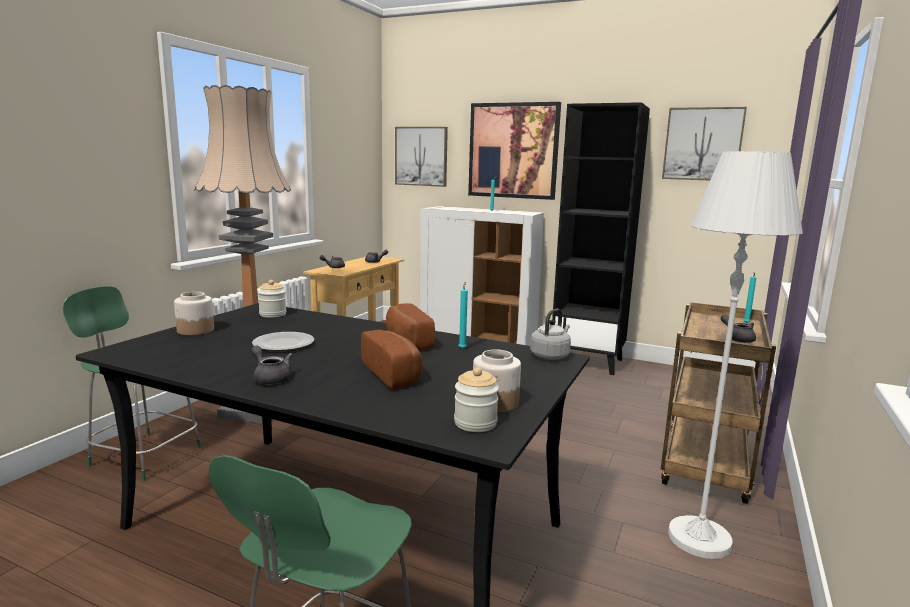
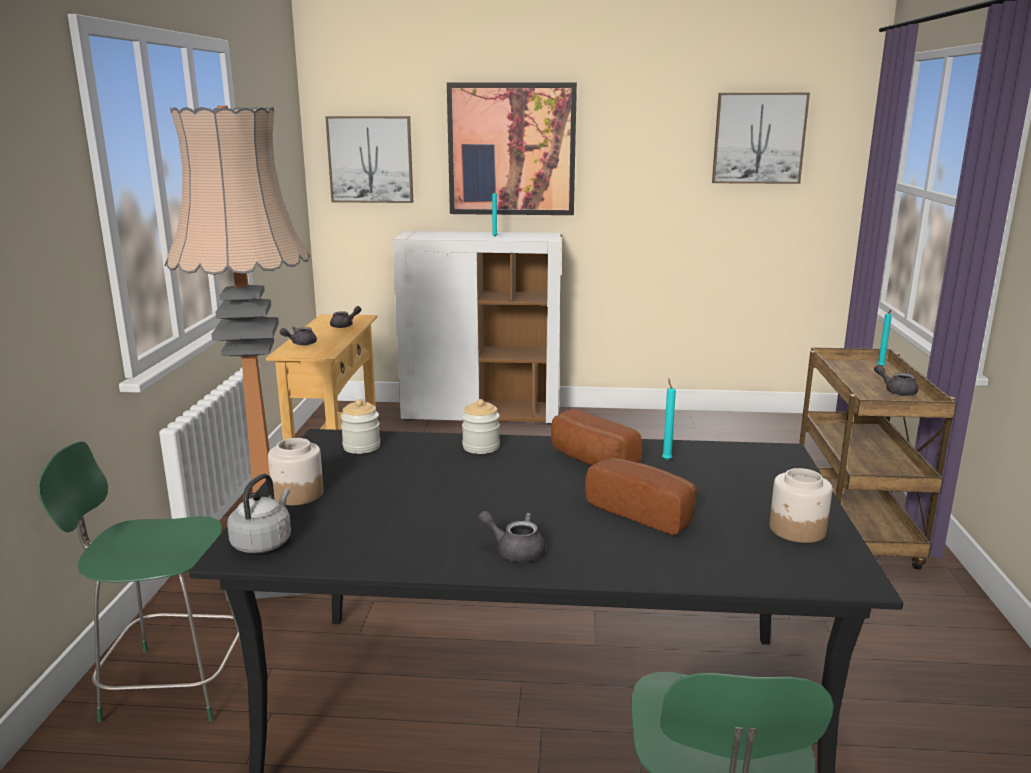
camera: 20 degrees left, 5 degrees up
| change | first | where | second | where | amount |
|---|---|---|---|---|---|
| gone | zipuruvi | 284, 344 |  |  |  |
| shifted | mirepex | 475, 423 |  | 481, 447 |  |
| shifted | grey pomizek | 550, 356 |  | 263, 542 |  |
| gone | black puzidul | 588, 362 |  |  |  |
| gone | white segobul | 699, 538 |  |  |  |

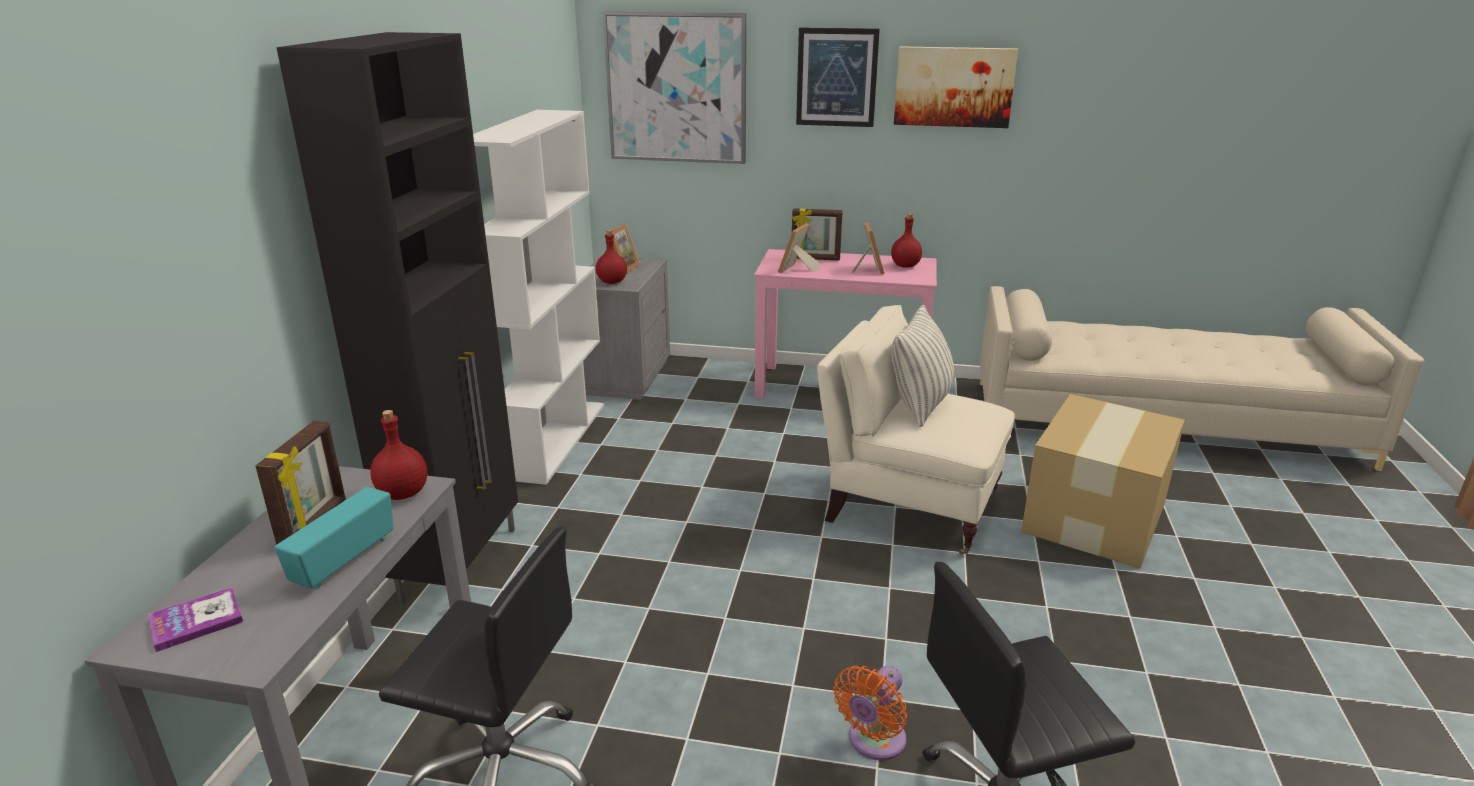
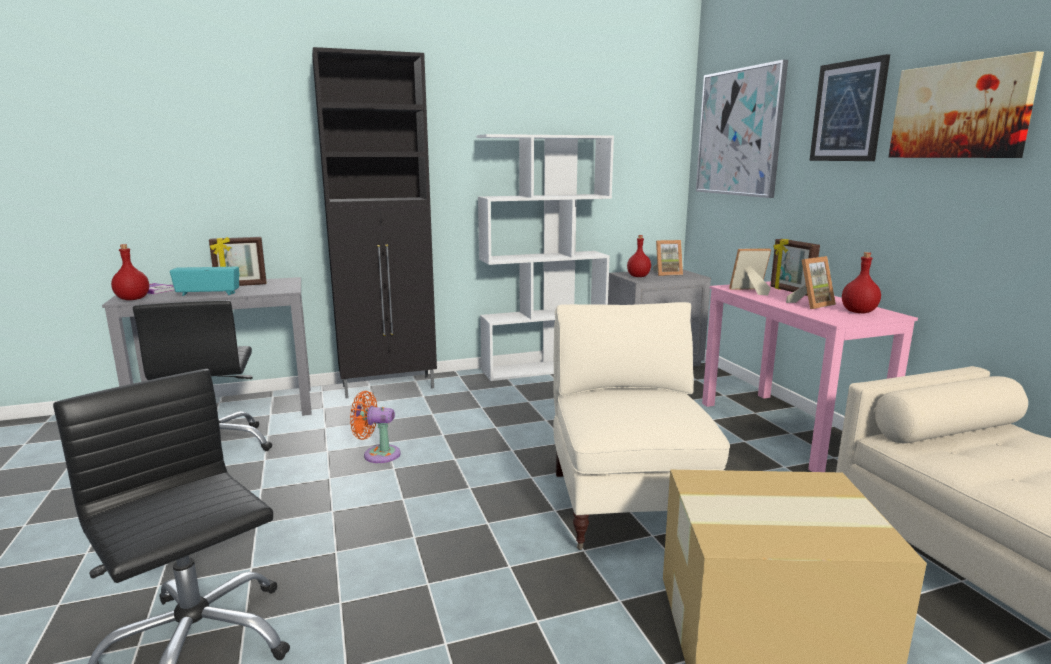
camera: 60 degrees right, 10 degrees down
| change | first | where | second | where | amount |
|---|---|---|---|---|---|
| shifted | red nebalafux | 402, 493 |  | 132, 299 |  |
| shifted | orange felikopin | 873, 742 |  | 378, 454 |  |
| gone | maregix | 920, 405 |  |  |  |

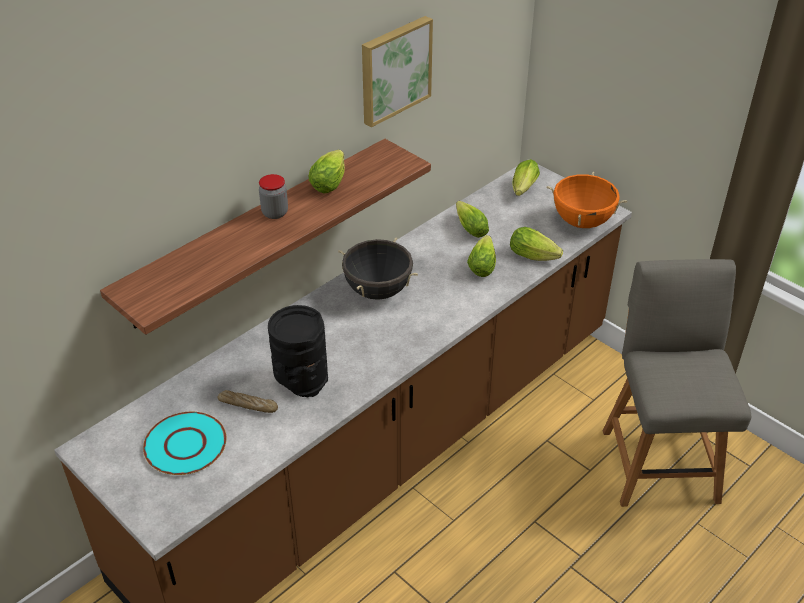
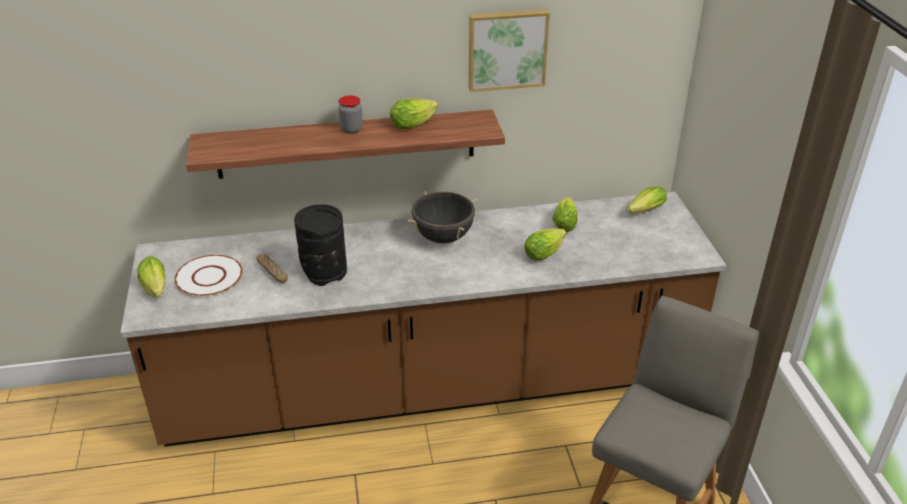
camera: 35 degrees right, 5 degrees down
| change | first | where | second | where | amount |
|---|---|---|---|---|---|
| repainted | turquoise zipuruvi | 185, 445 | white zipuruvi | 209, 277 |  |
| shifted | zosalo | 535, 256 |  | 155, 289 |  |
| gone | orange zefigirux | 582, 221 |  |  |  |

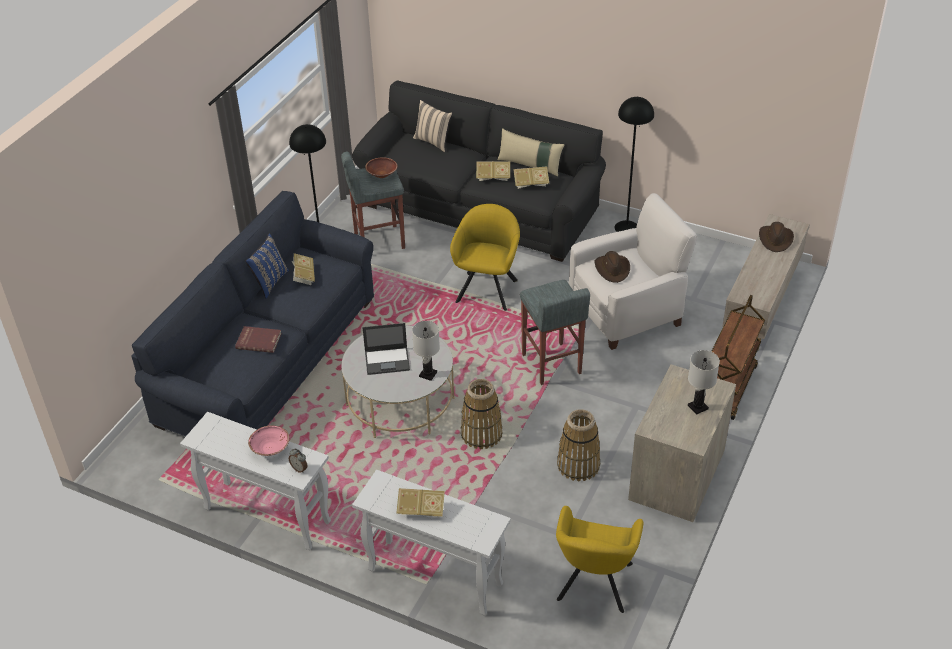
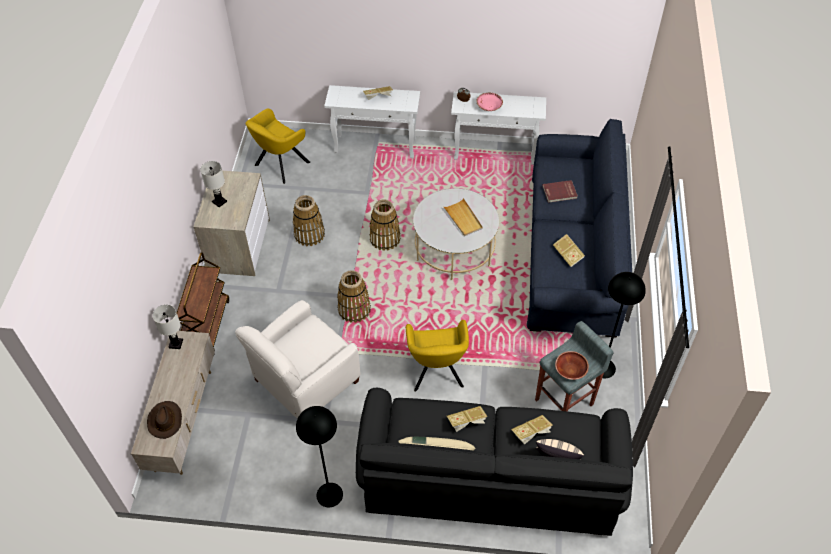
camera: 160 degrees right, 10 degrees up
| change | first | where | second | where | amount |
|---|---|---|---|---|---|
| gone | blue maregix | 269, 282 |  |  |  |
| swapped | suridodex | 388, 360 | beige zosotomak | 463, 218 |  |
| shifted | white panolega | 428, 374 |  | 175, 344 |  |
| shifted | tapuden | 531, 184 |  | 531, 433 |  |
| swapped | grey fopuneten | 551, 364 | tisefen | 354, 309 |  |
| rotated | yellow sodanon | 593, 585 |  | 280, 165 | 135 degrees counterclockwise |
| gone | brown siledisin | 612, 269 |  |  |  |

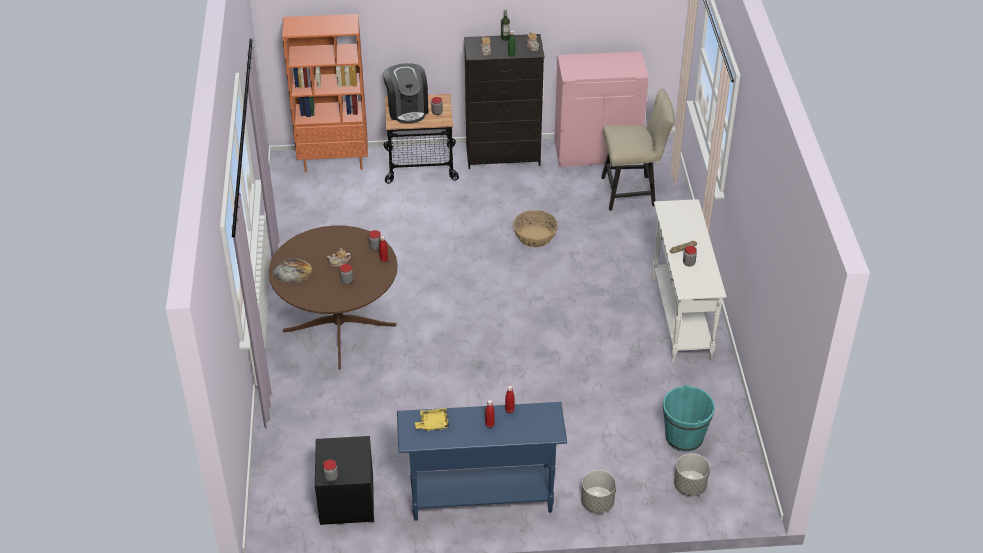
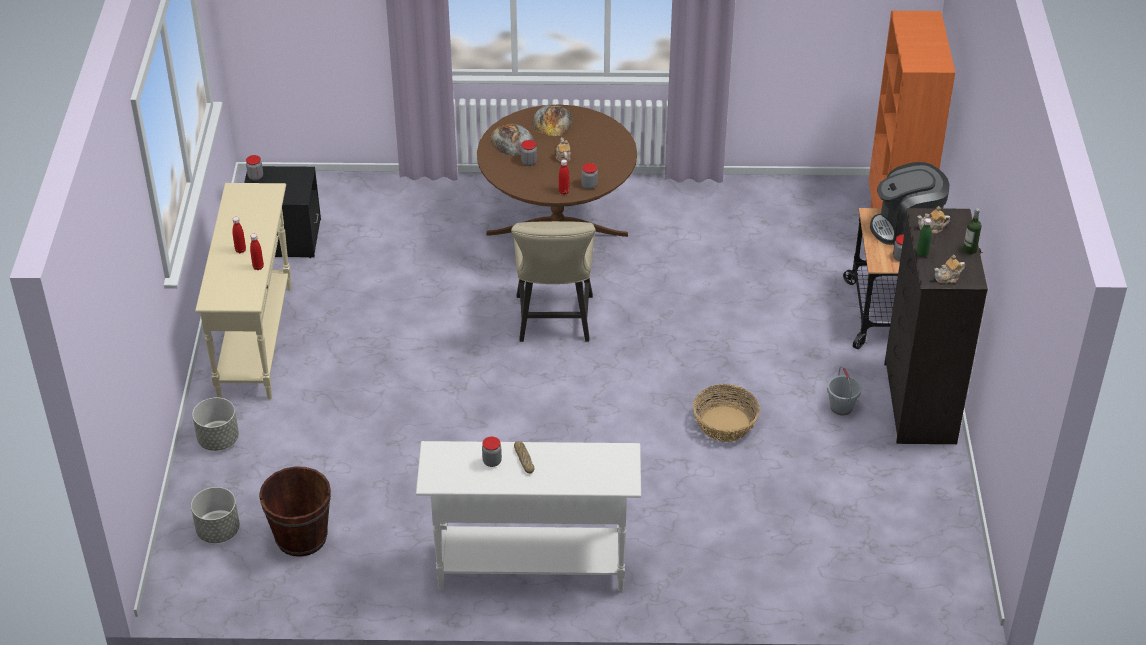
camera: 95 degrees right, 0 degrees up
| change | first | where | second | where | amount |
|---|---|---|---|---|---|
| repainted | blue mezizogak | 481, 498 | beige mezizogak | 256, 341 |  |
| gone | yellow zosotomak | 433, 423 |  |  |  |
| gone | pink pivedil | 597, 152 |  |  |  |
| shifted | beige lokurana | 633, 192 |  | 554, 323 |  |
| repainted | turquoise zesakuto | 684, 437 | brown zesakuto | 301, 537 |  |
| new |  |  | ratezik | 512, 141 |  |
| new |  |  | grey zesakuto | 841, 407 |  |

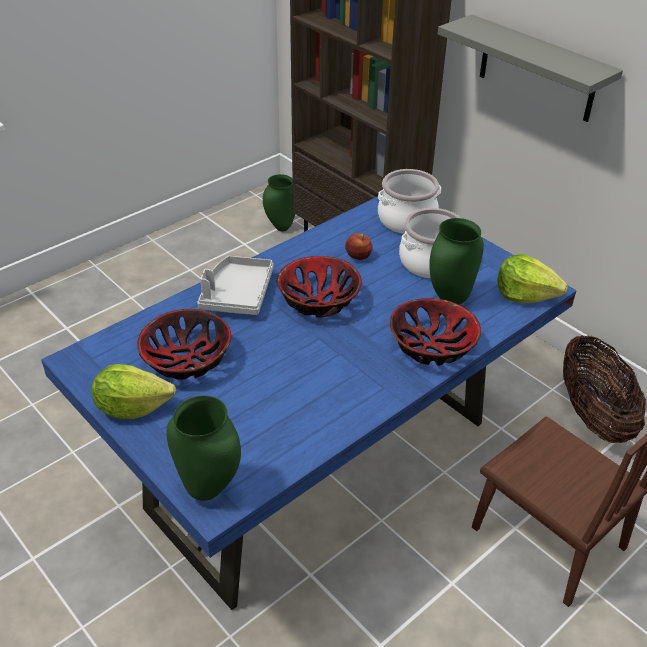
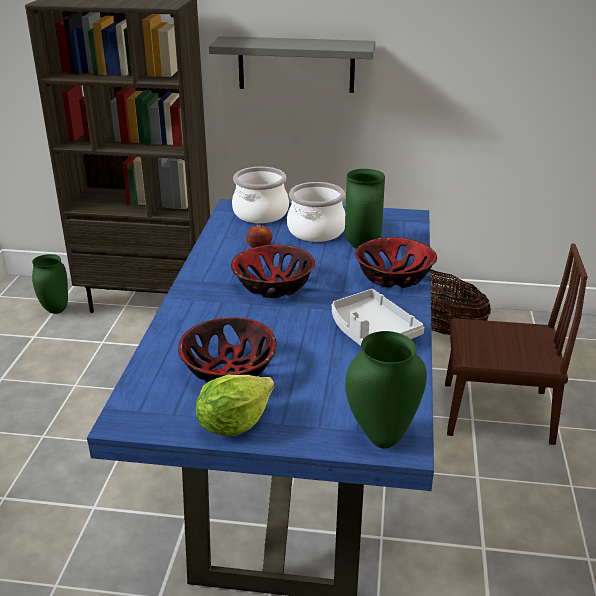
camera: 40 degrees left, 10 degrees down
| change | first | where | second | where | amount |
|---|---|---|---|---|---|
| shifted | grey zosotomak | 237, 294 |  | 371, 332 |  |
| gone | zosalo | 525, 294 |  |  |  |

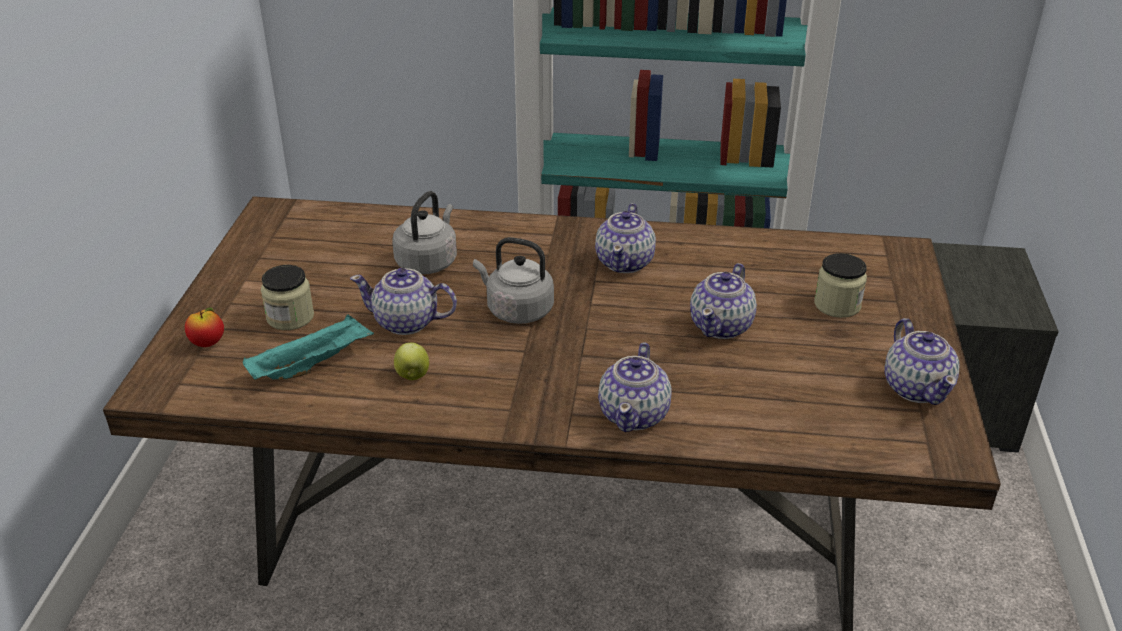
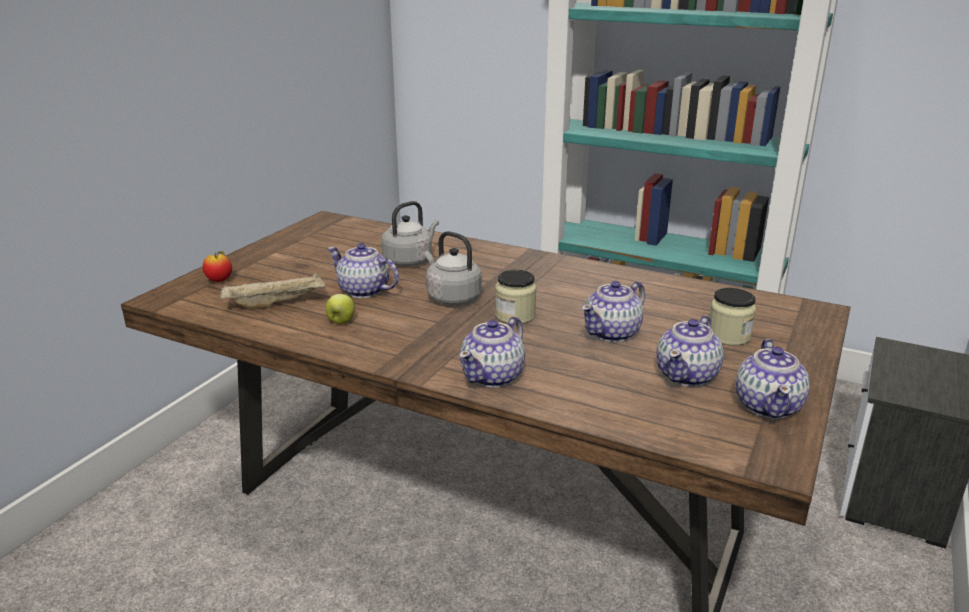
camera: 20 degrees right, 10 degrees down
| change | first | where | second | where | amount |
|---|---|---|---|---|---|
| repainted | turquoise zosotomak | 312, 364 | beige zosotomak | 277, 303 |  |
| shifted | mirepex | 290, 317 |  | 515, 316 |  |
| shifted | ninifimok | 625, 262 |  | 688, 375 |  |

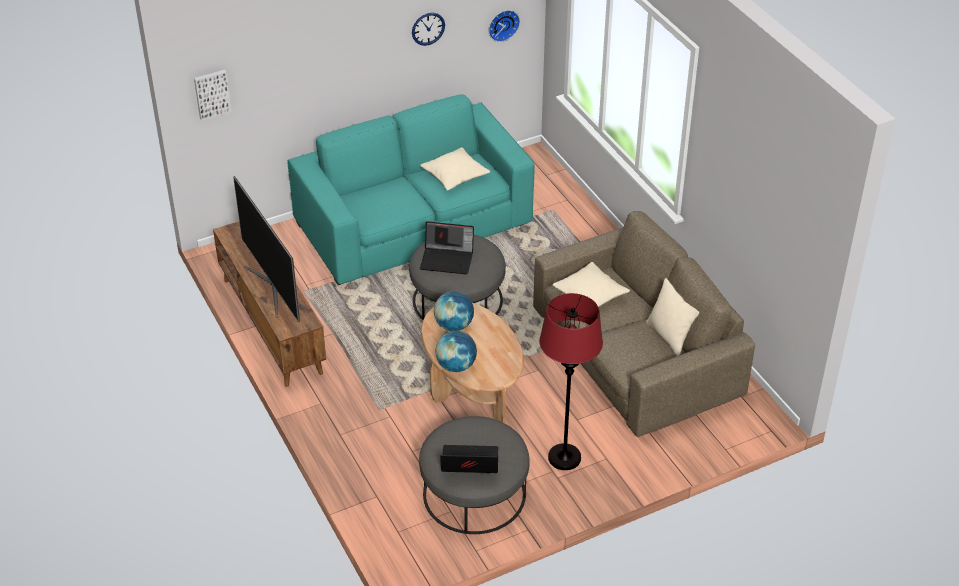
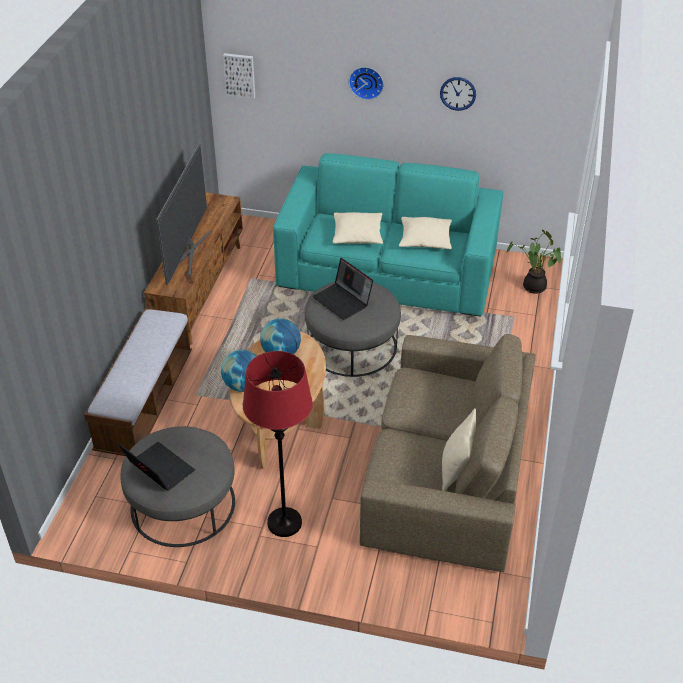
camera: 40 degrees right, 0 degrees up
| change | first | where | second | where | amount |
|---|---|---|---|---|---|
| shifted | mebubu | 502, 24 |  | 366, 82 |  |
| shifted | beige maregix | 590, 295 |  | 357, 235 |  |
| new |  |  | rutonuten | 145, 402 |  |
| new |  |  | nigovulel | 532, 287 |  |

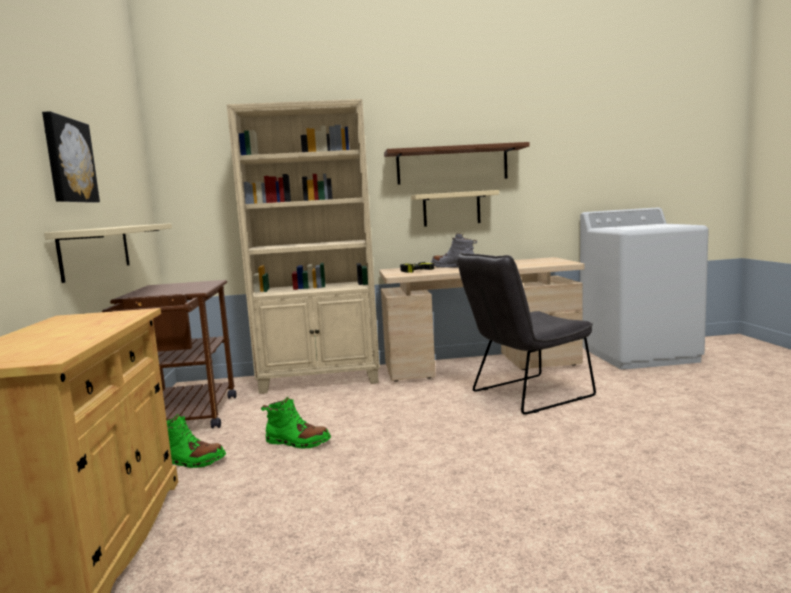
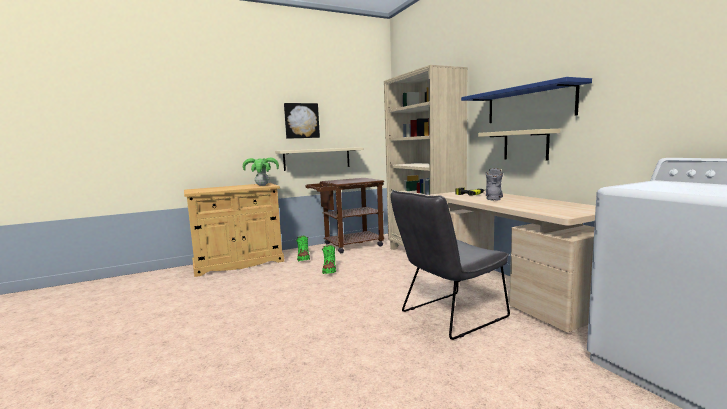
camera: 70 degrees right, 0 degrees up
| change | first | where | second | where | amount |
|---|---|---|---|---|---|
| repainted | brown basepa | 452, 165 | blue basepa | 529, 104 |  |
| rotated | grey lokurana | 525, 395 |  | 448, 316 | 75 degrees counterclockwise |
| new |  |  | nigovulel | 262, 185 |  |

